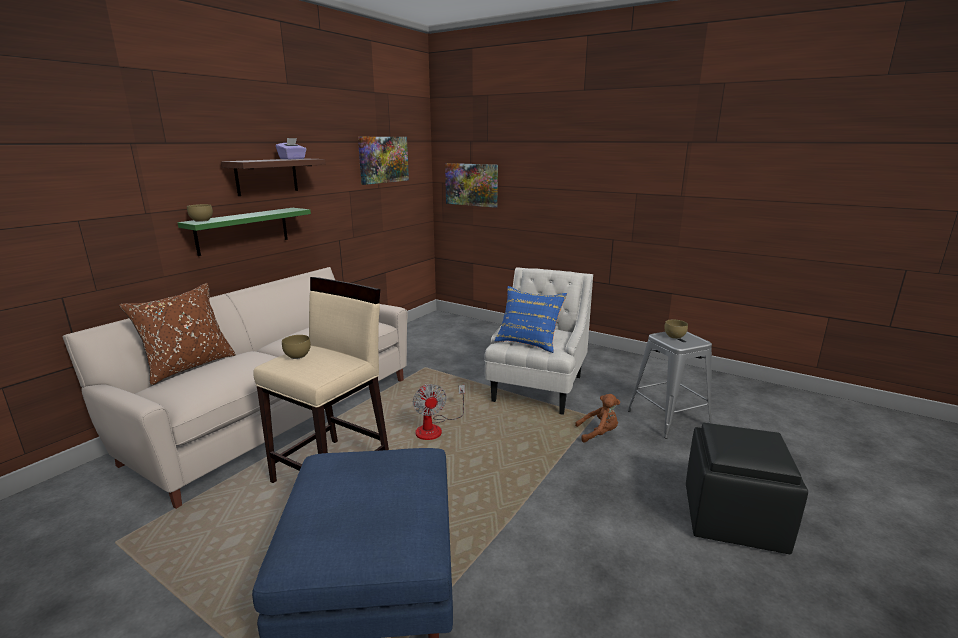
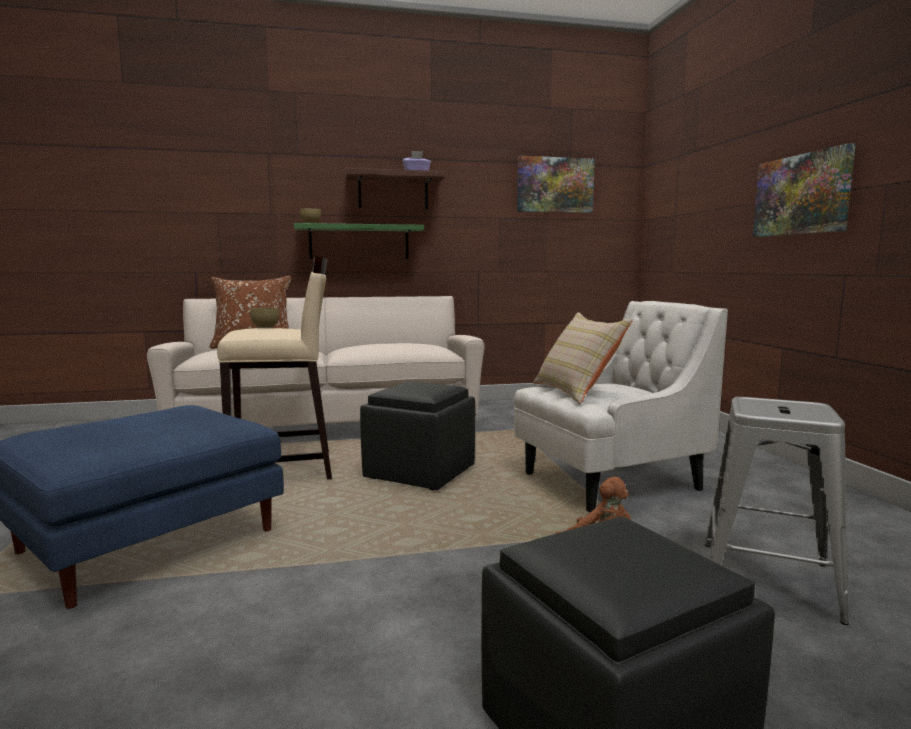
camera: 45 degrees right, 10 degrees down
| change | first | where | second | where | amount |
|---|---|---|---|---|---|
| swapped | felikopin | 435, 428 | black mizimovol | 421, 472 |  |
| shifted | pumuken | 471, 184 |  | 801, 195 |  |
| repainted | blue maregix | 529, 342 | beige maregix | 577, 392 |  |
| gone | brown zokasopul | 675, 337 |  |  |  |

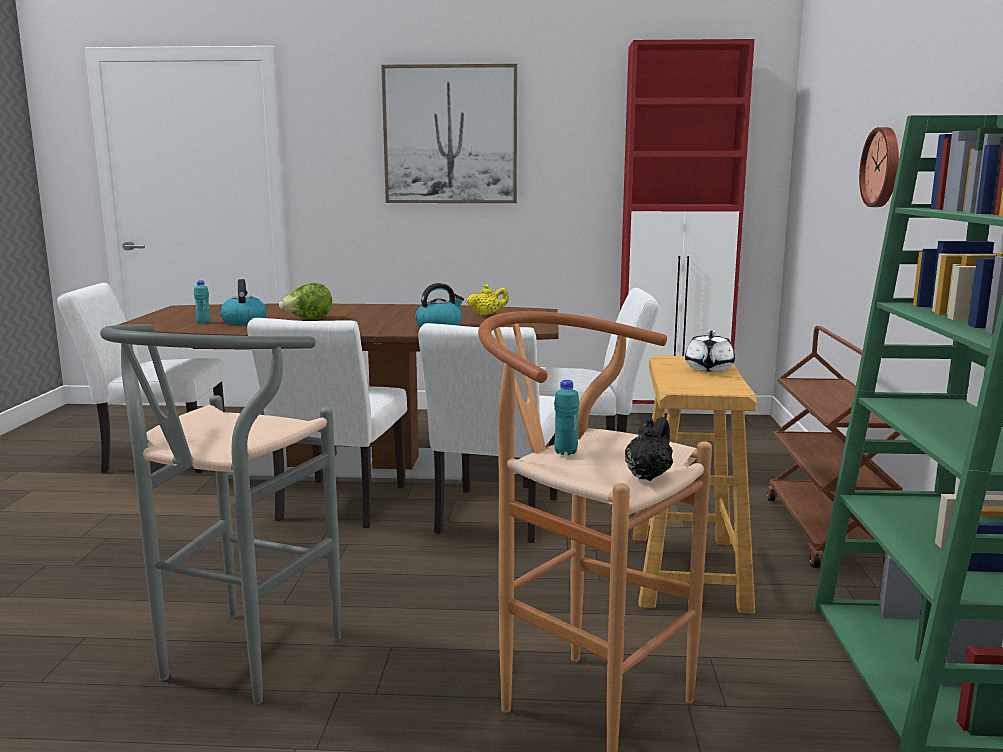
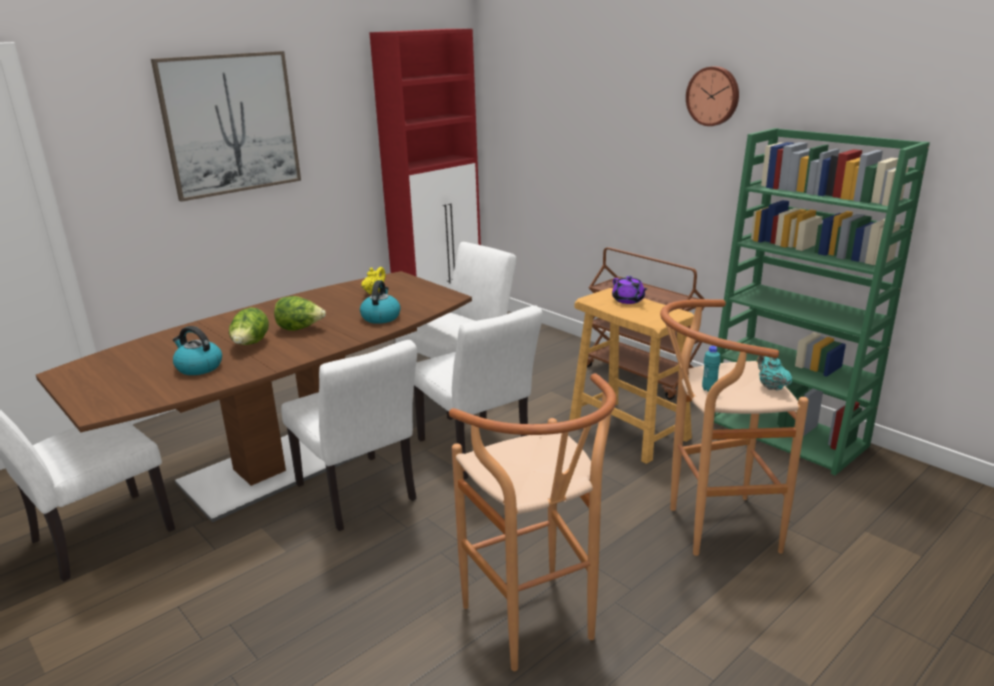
camera: 45 degrees left, 10 degrees up
| change | first | where | second | where | amount |
|---|---|---|---|---|---|
| repainted | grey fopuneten | 238, 665 | brown fopuneten | 536, 629 |  |
| gone | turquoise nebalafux | 203, 323 |  |  |  |
| repainted | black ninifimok | 648, 475 | turquoise ninifimok | 771, 386 |  |
| repainted | white ninifimok | 708, 368 | purple ninifimok | 628, 300 |  |
| shifted | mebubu | 883, 167 |  | 713, 96 |  |
| new |  |  | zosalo | 300, 329 |  |

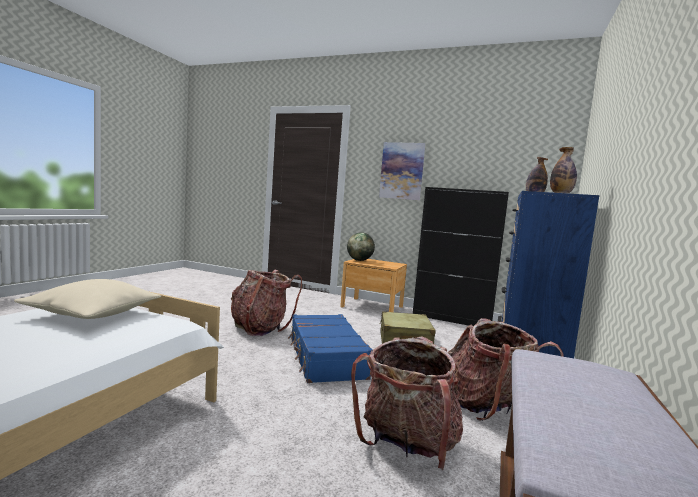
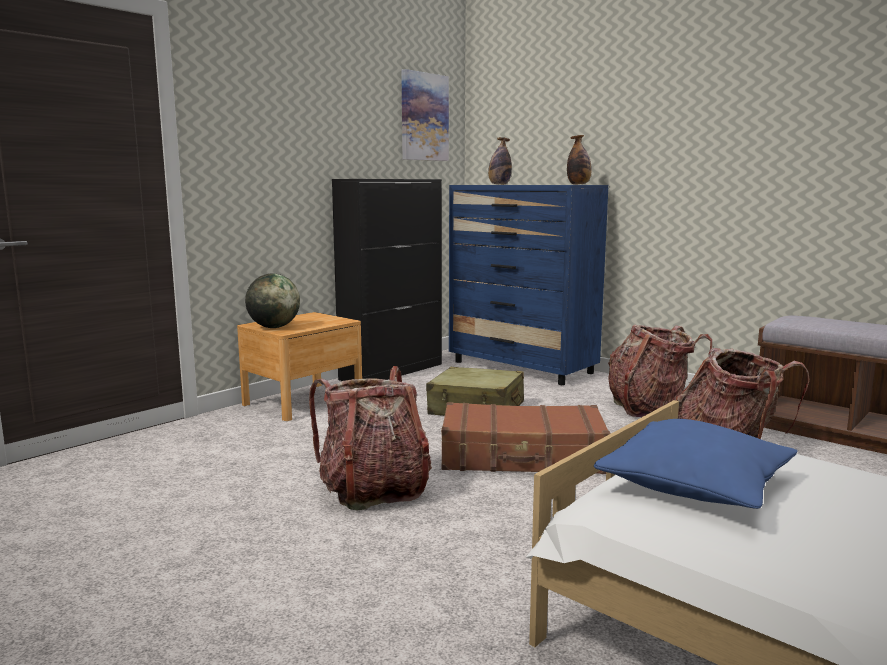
camera: 70 degrees left, 5 degrees up
| change | first | where | second | where | amount |
|---|---|---|---|---|---|
| repainted | beige maregix | 93, 314 | blue maregix | 695, 486 |  |
| repainted | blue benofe | 325, 357 | brown benofe | 522, 457 |  |
| shifted | pumuken | 402, 171 |  | 424, 117 |  |

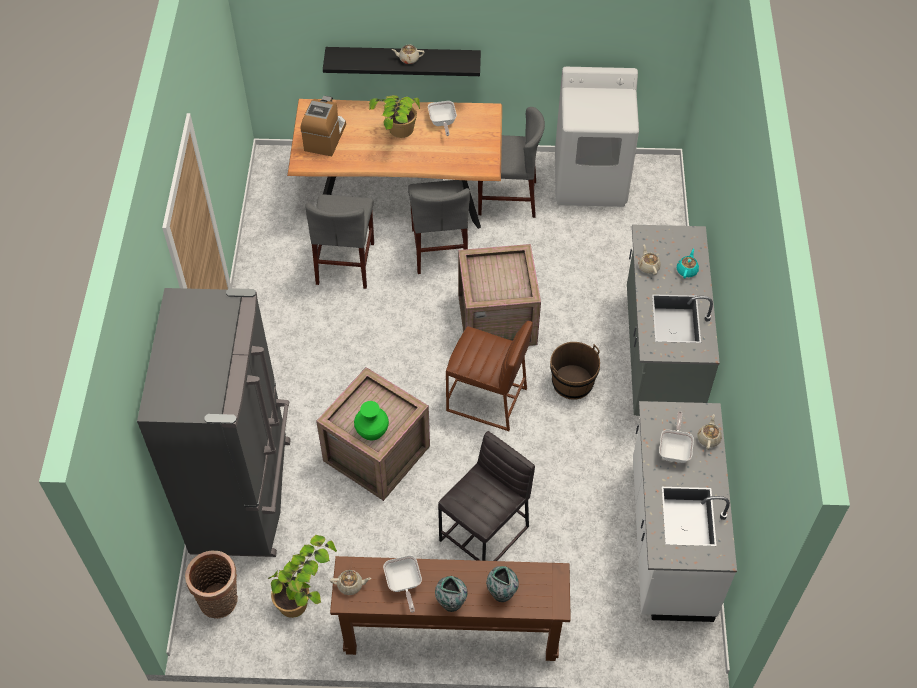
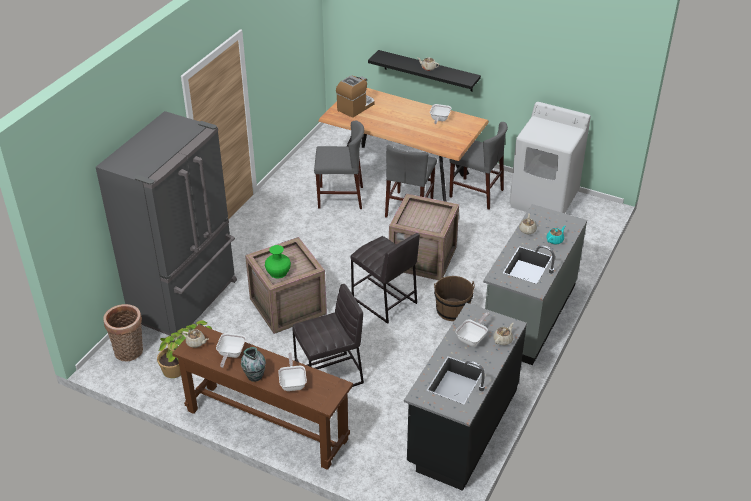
camera: 25 degrees right, 15 degrees down
| change | first | where | second | where | amount |
|---|---|---|---|---|---|
| rotated | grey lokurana | 345, 263 |  | 340, 197 | 120 degrees counterclockwise |
| gone | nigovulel | 398, 138 |  |  |  |
| repainted | brown fopuneten | 487, 400 | grey fopuneten | 384, 301 |  |
| swapped | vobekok | 501, 592 | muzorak | 293, 382 |  |
| repainted | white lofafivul | 668, 539 | black lofafivul | 462, 427 |  |

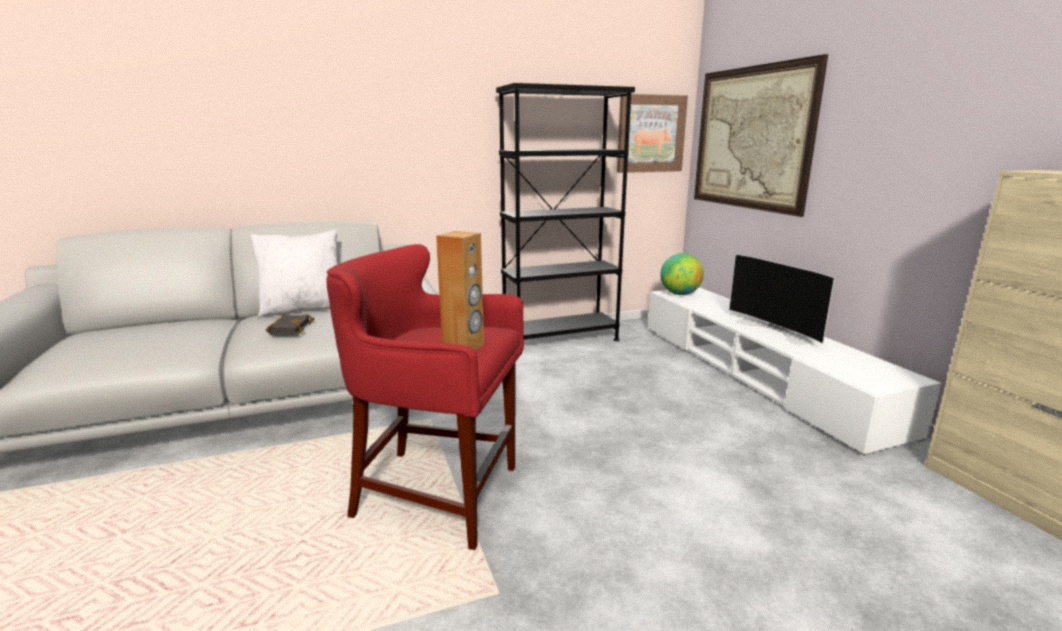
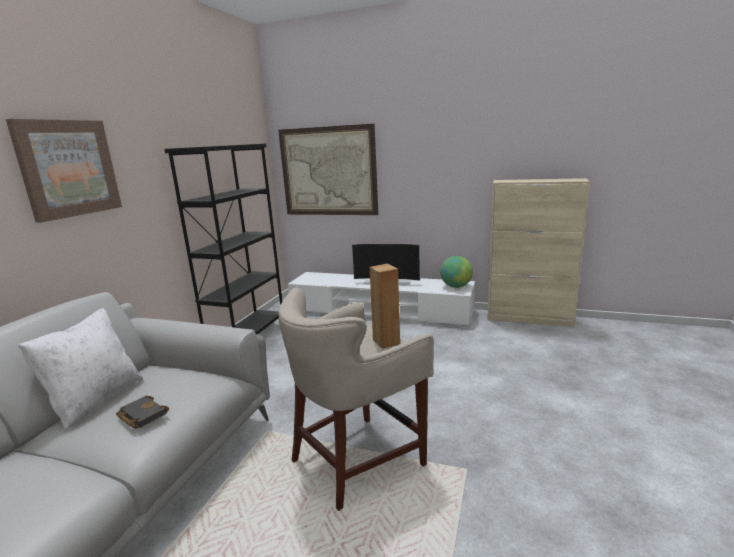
camera: 50 degrees left, 0 degrees up
| change | first | where | second | where | amount |
|---|---|---|---|---|---|
| repainted | red fopuneten | 437, 494 | beige fopuneten | 358, 460 |  |
| shifted | pumuken | 650, 134 |  | 68, 168 |  |
| shifted | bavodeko | 680, 294 |  | 456, 286 |  |

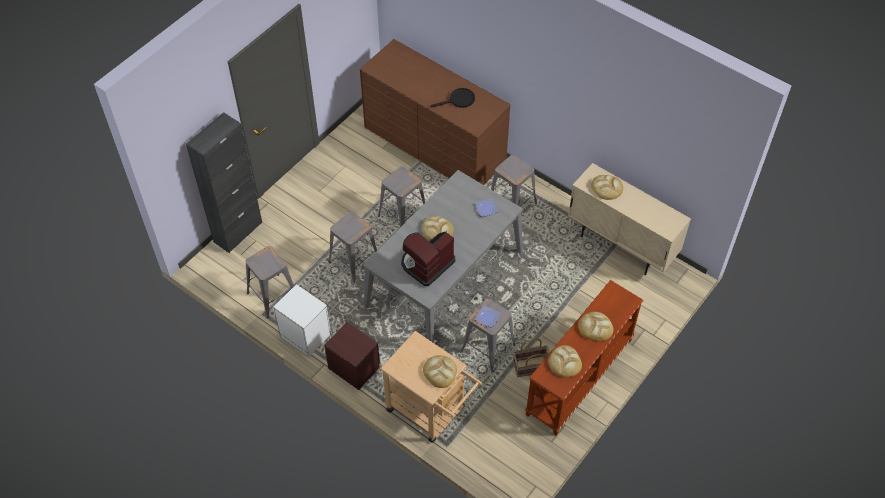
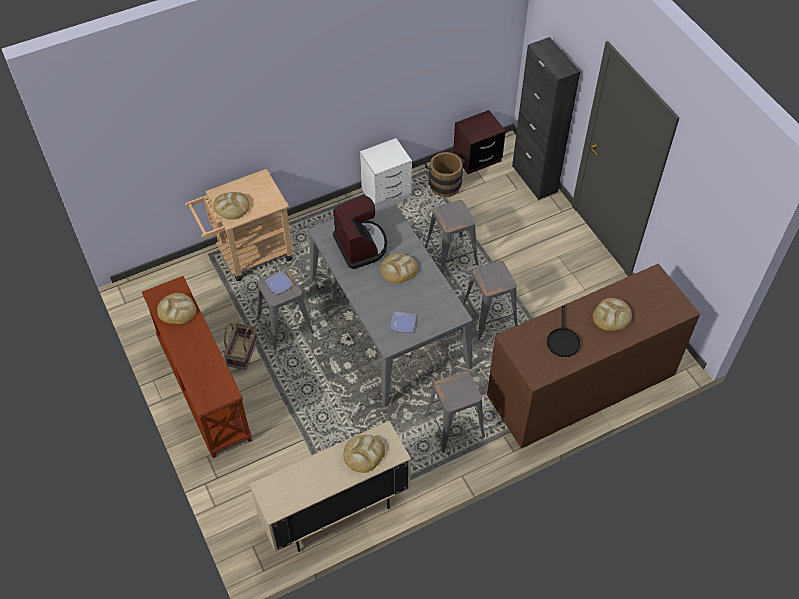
camera: 115 degrees right, 0 degrees up
| change | first | where | second | where | amount |
|---|---|---|---|---|---|
| swapped | grey fopuneten | 272, 296 | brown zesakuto | 444, 183 |  |
| shifted | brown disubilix | 354, 368 |  | 477, 158 |  |
| shifted | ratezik | 595, 327 |  | 612, 316 |  |

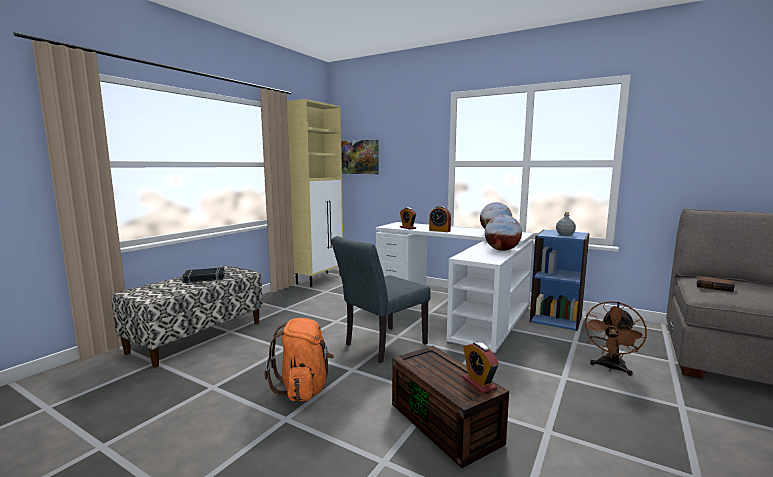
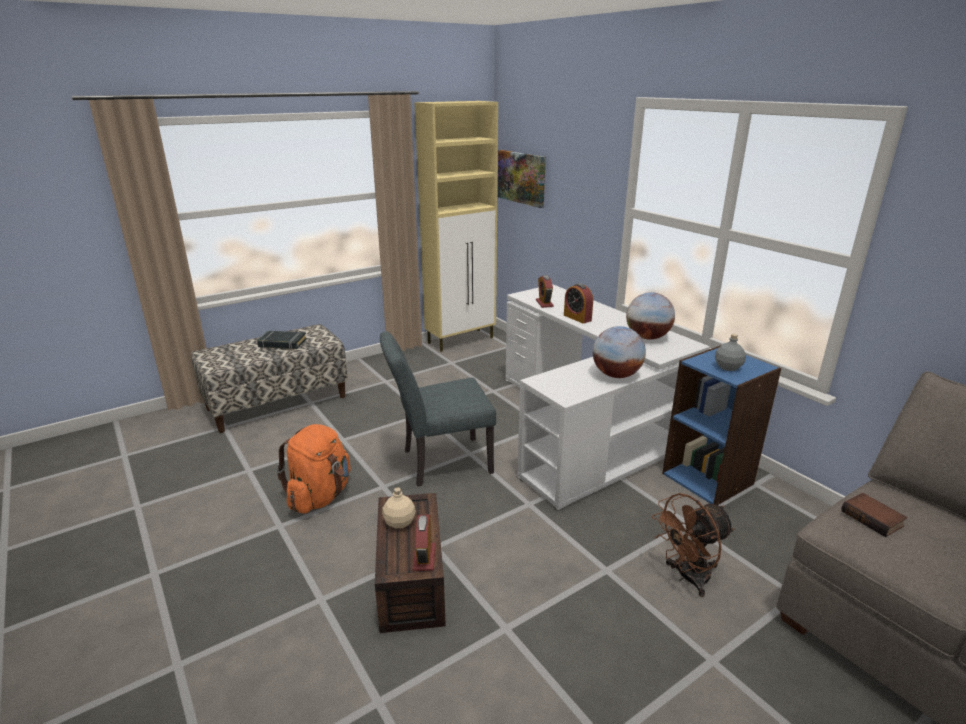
camera: 25 degrees right, 15 degrees up
| change | first | where | second | where | amount |
|---|---|---|---|---|---|
| new |  |  | beige nebalafux | 400, 522 |  |

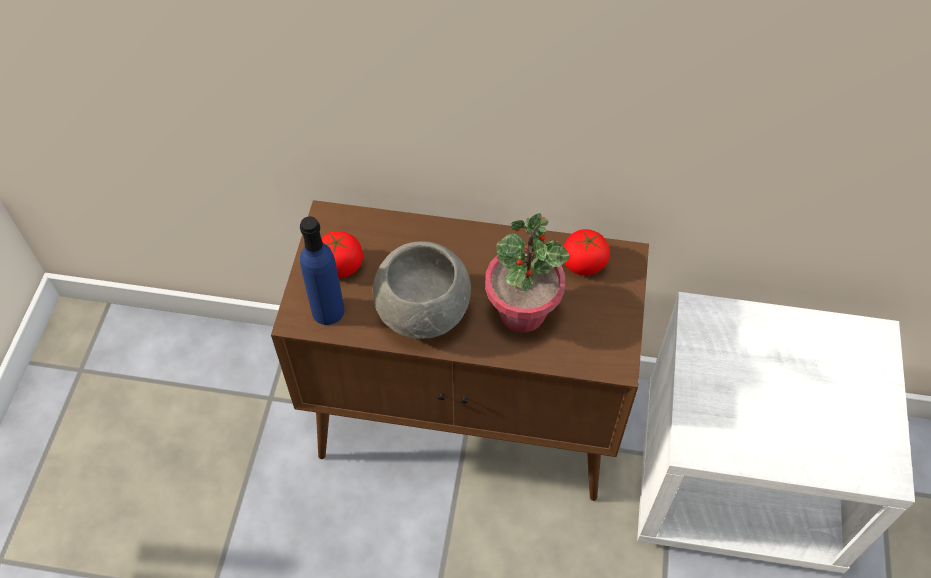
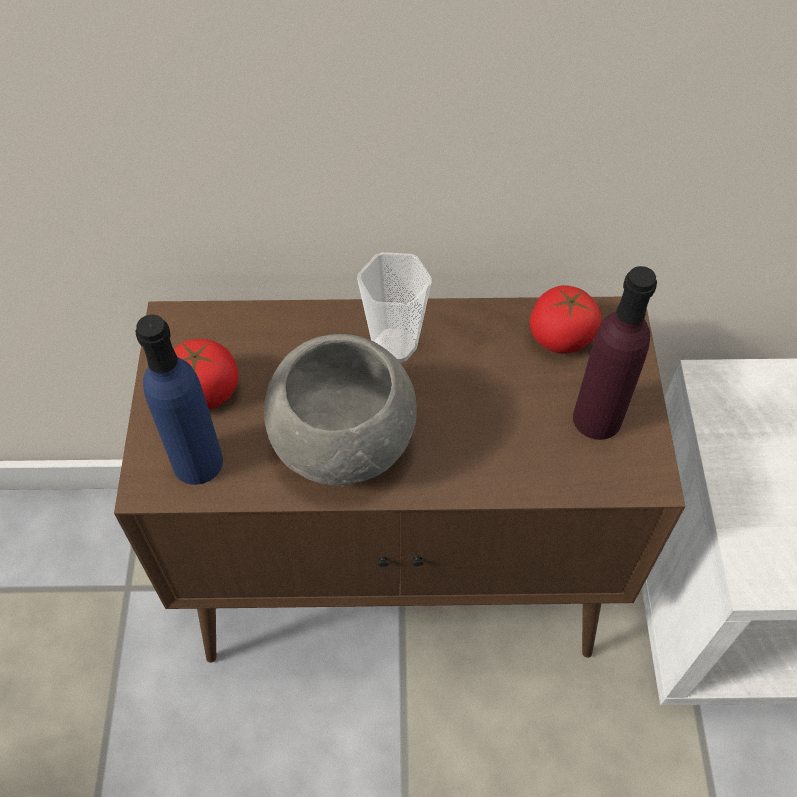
camera: 10 degrees left, 0 degrees up
| change | first | where | second | where | amount |
|---|---|---|---|---|---|
| gone | nigovulel | 522, 312 |  |  |  |
| new |  |  | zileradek | 394, 345 |  |
| new |  |  | purple nebalafux | 597, 418 |  |

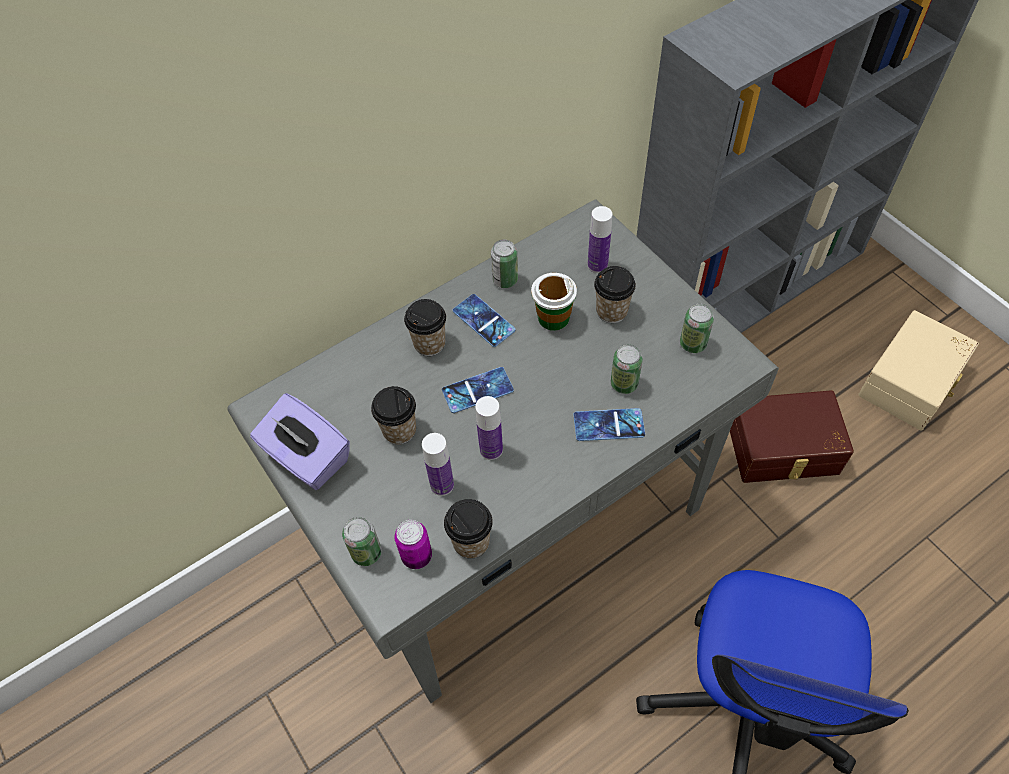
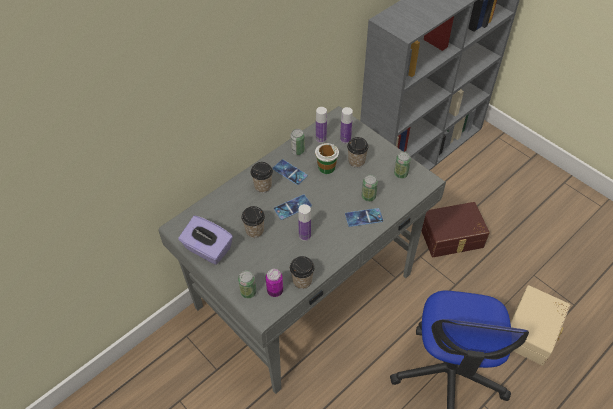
camera: 10 degrees left, 5 degrees down
| change | first | where | second | where | amount |
|---|---|---|---|---|---|
| shifted | nebalafux | 442, 485 |  | 321, 138 |  |
| shifted | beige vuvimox | 912, 382 |  | 533, 331 |  |

